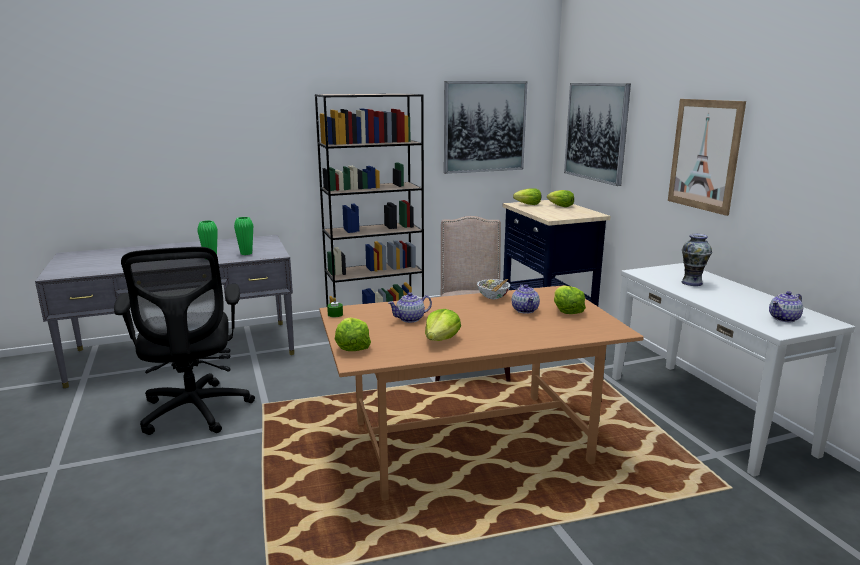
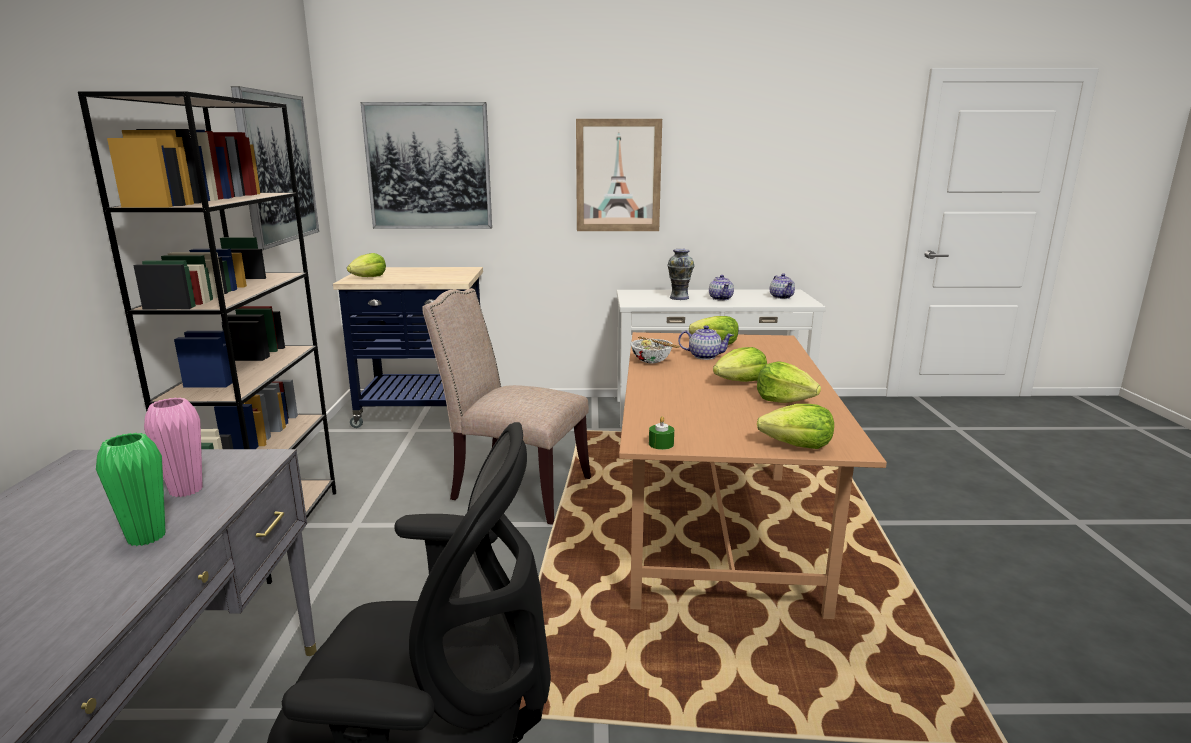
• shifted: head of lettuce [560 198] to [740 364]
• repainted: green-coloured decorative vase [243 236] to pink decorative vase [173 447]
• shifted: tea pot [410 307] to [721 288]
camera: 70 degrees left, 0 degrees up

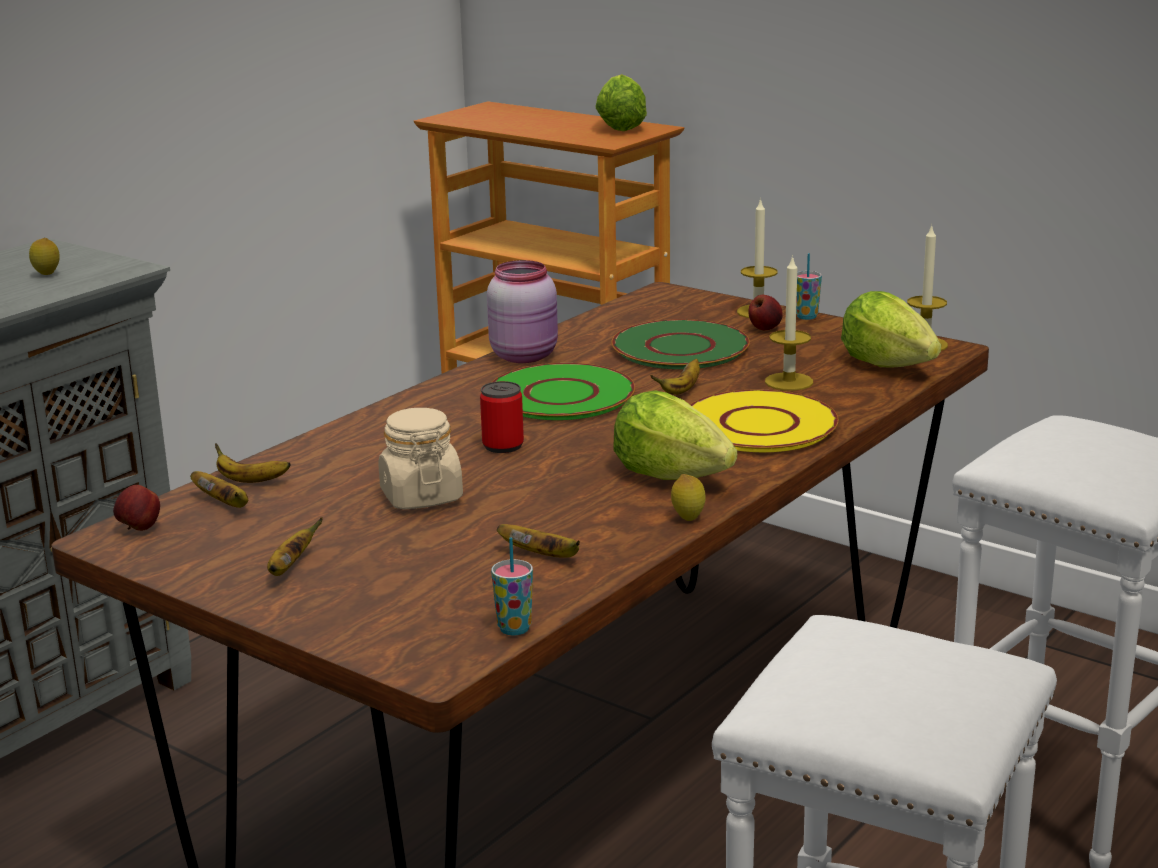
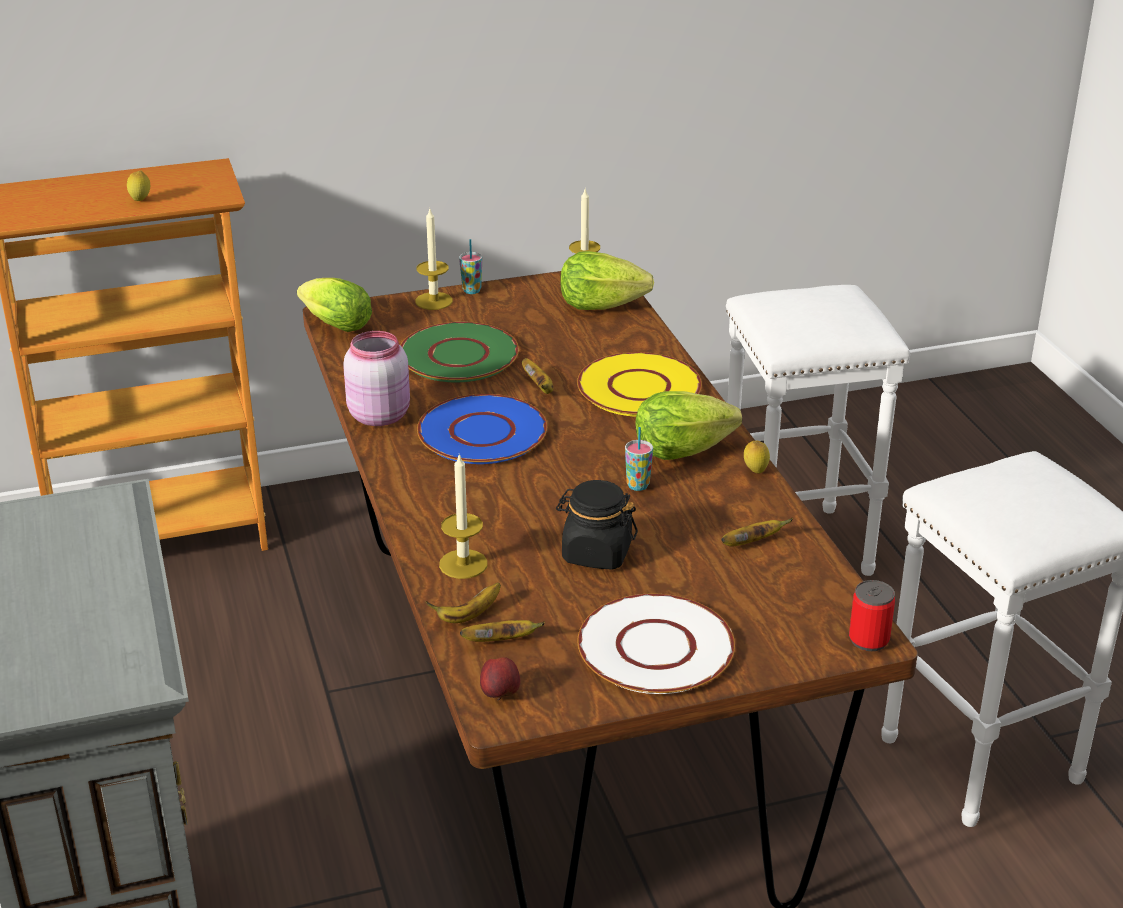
• shifted: head of lettuce [621 102] to [334 305]
• shifted: citrus fruit [44 256] to [138 185]
• shifted: wax light [789 323] to [463 516]
• gone: apple fruit [765 312]
• repainted: green-coloured dinner plate [563 391] to bluish dinner plate [482 429]
• shifted: can [502 417] to [872 615]
• repainted: sand-coloured storage jar [420 459] to black-coloured storage jar [597 525]
• swapped: whole banana [295 546] to white dinner plate [656 644]
• shifted: small cup [512 587] to [639 459]
camera: 55 degrees left, 10 degrees up

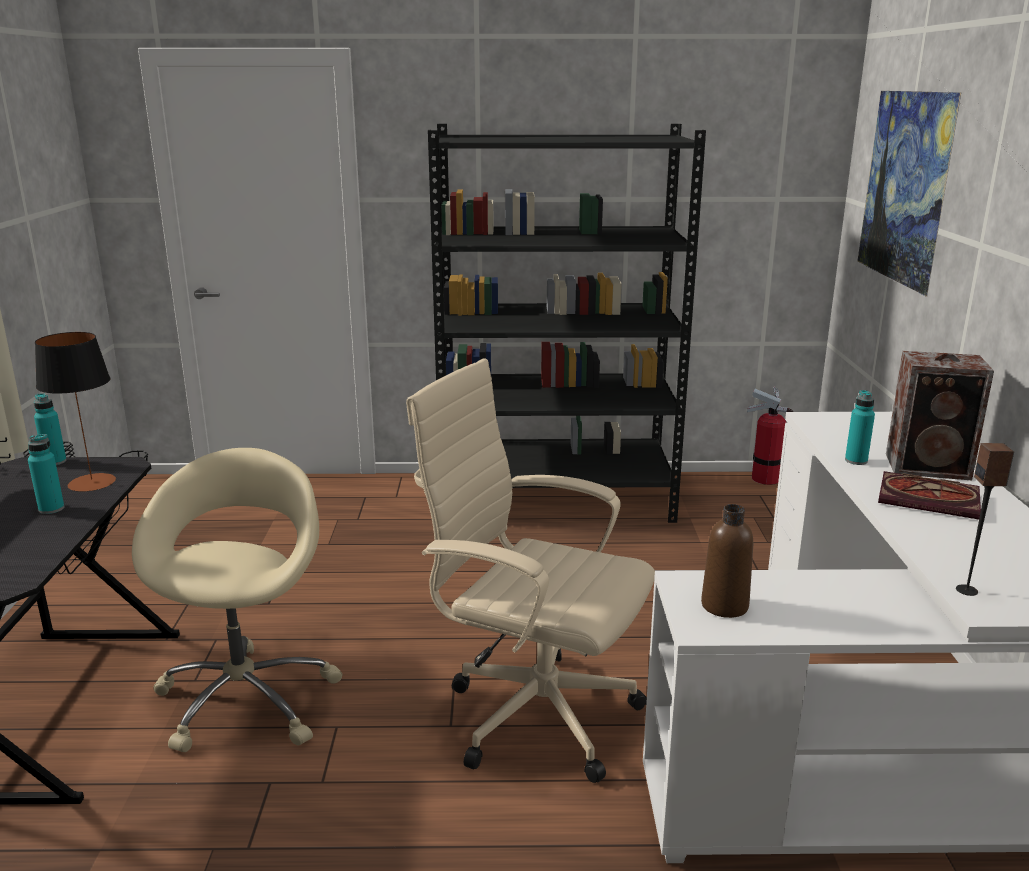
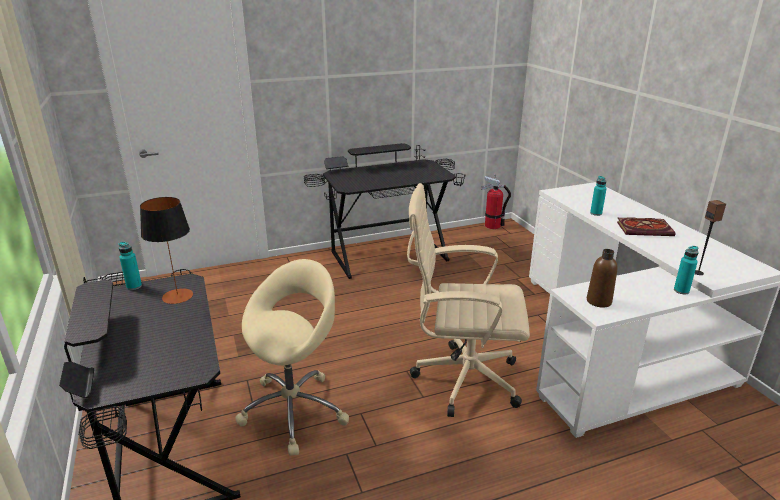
• gone: wall art [909 194]
• swapped: black-coloured shelving unit [567 323] to black-coloured desk table [385 211]
• gone: loudspeaker [940 415]
• shifted: turquoise-coloured beverage bottle [46 474] to [686 270]
• rotated: sand-coloured office chair [237 600] = [292 357] 60 degrees clockwise
camera: 20 degrees left, 5 degrees up

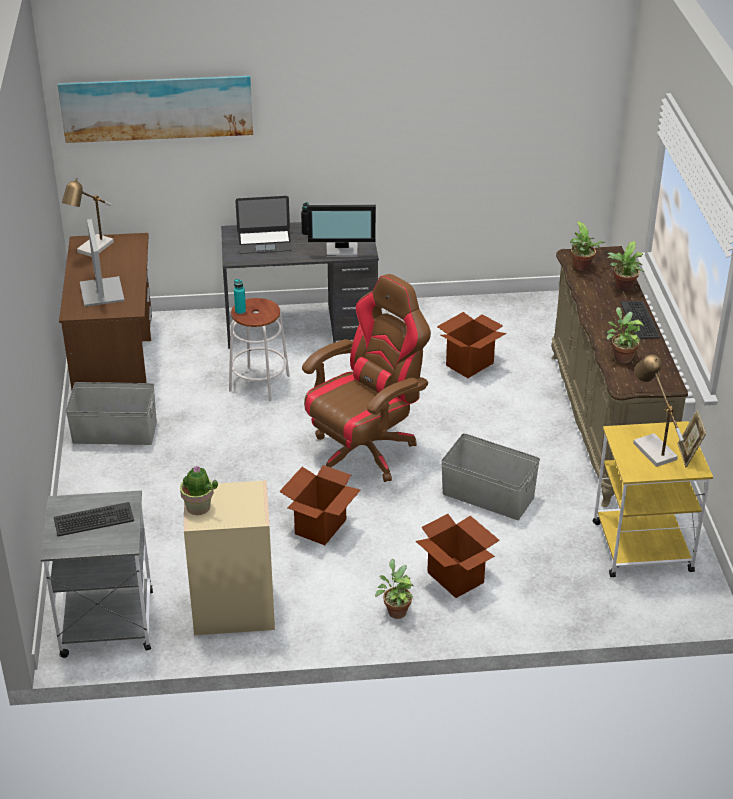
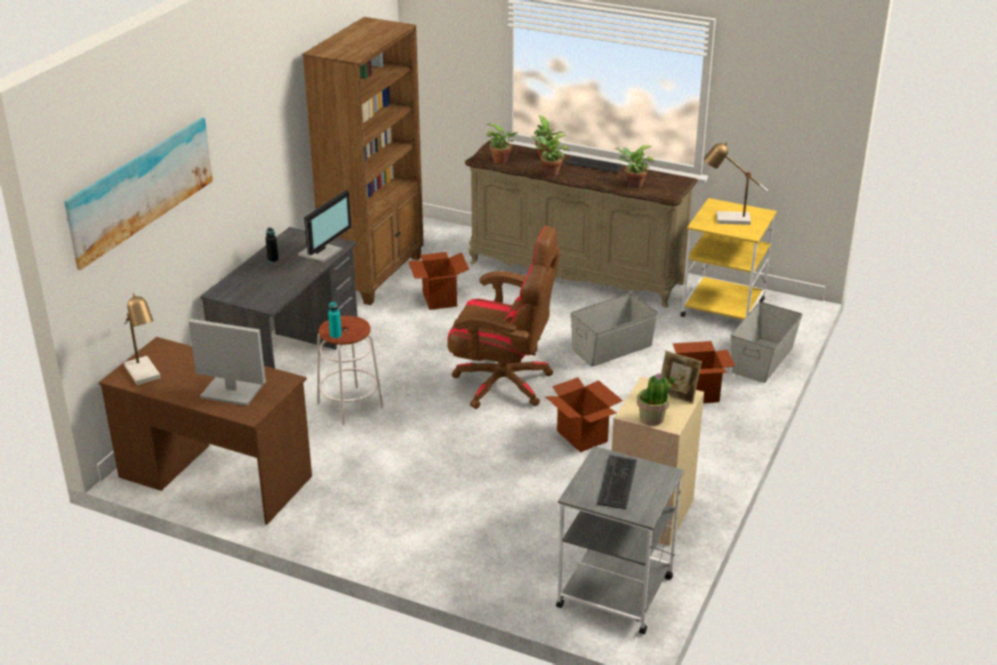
• gone: portable computer [264 225]
• rotated: brown office chair [366 378] = [503 317] 120 degrees clockwise
• shifted: gray storage container [111 413] to [766 342]
• shifted: picture frame [692 438] to [681 377]
• shifted: potted plant [394 589] to [550 155]
• new: brown shelving unit [363 161]
camera: 60 degrees left, 5 degrees down

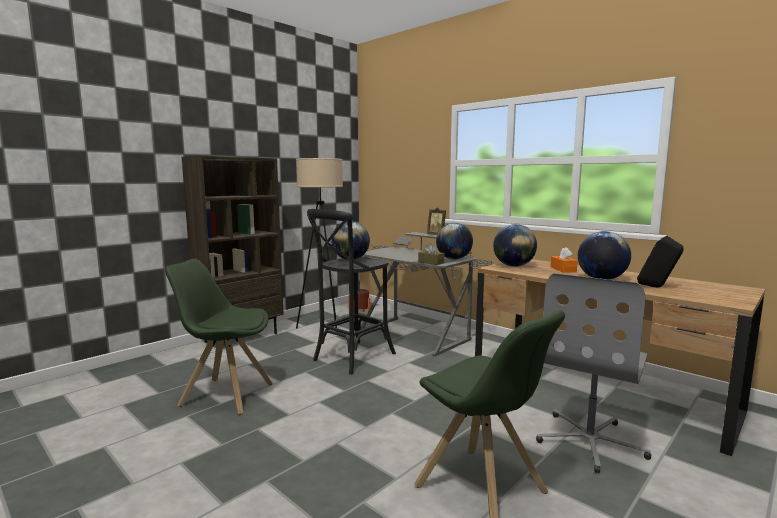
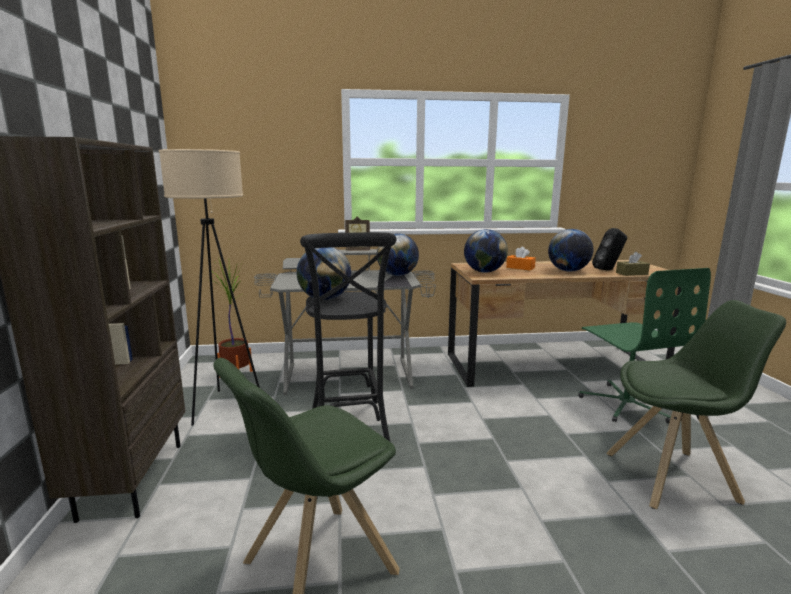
• shifted: brown tissue holder [431 254] to [633 264]
• repainted: gray office chair [593 373] to green-coloured office chair [644 346]
camera: 50 degrees left, 5 degrees up

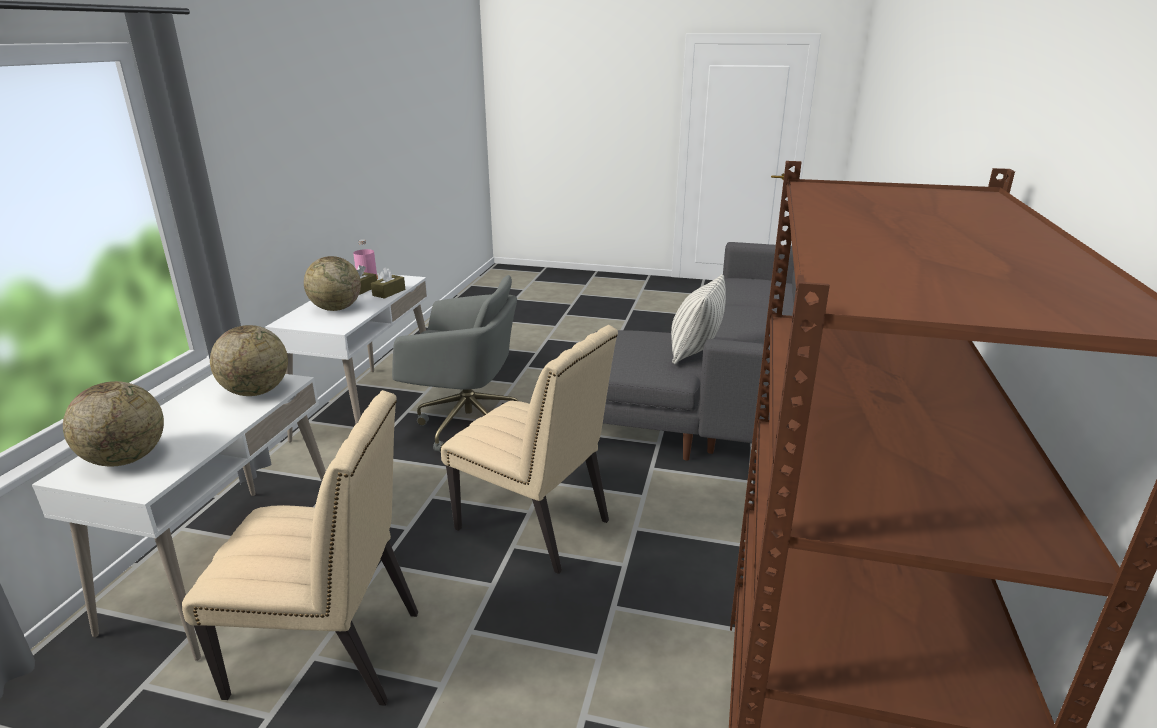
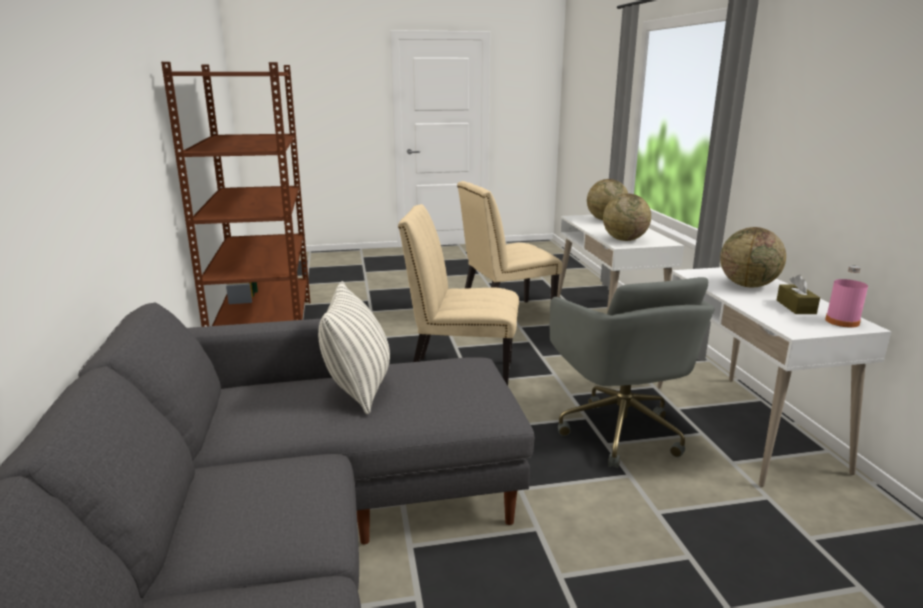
• gone: brown tissue holder [388 283]
• rotated: gray office chair [455 364] = [632 372] 90 degrees counterclockwise
camera: 155 degrees right, 5 degrees down

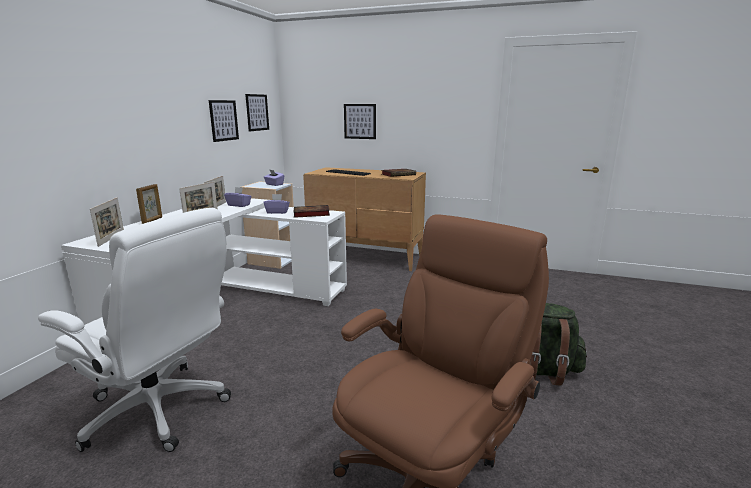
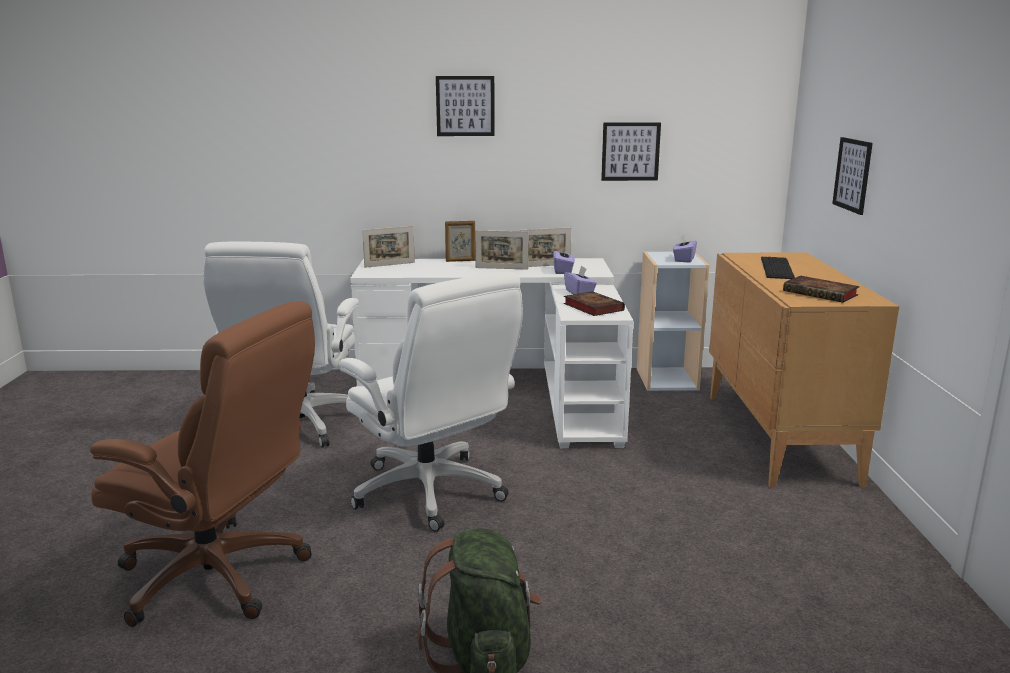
• shifted: wall art [257 113] to [465 106]
• new: white office chair [431 402]
camera: 70 degrees right, 0 degrees up

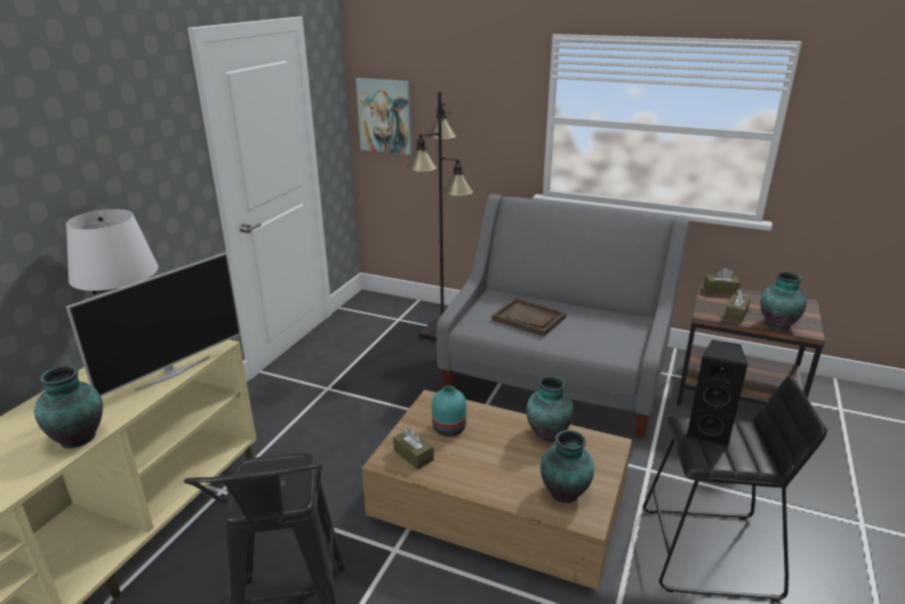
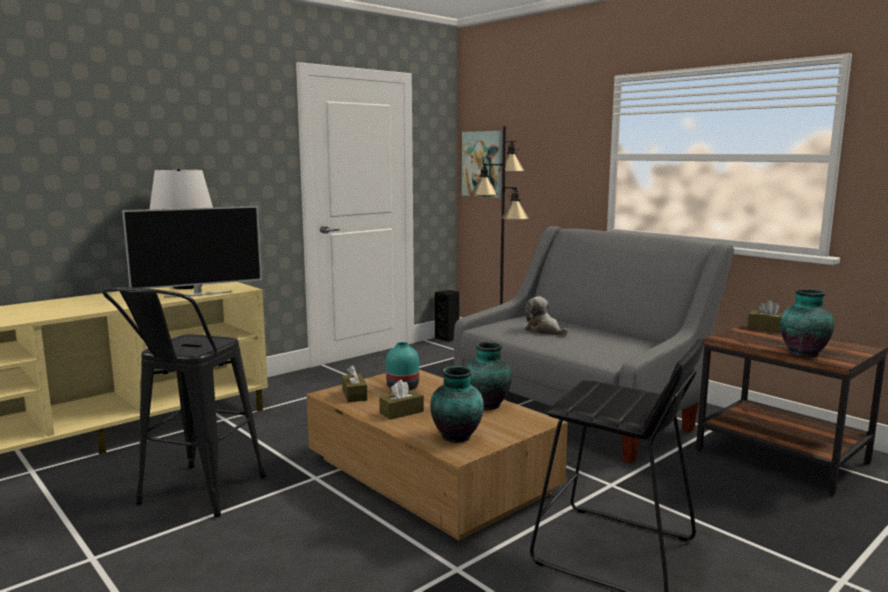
• shifted: brown tissue holder [737 306] to [401 400]
• swapped: brown serving tray [529 317] to soft toy [546 315]
• shifted: black-coloured loudspeaker [717 394] to [447 316]
• gone: decorative vase [68 407]
camera: 25 degrees right, 15 degrees down

